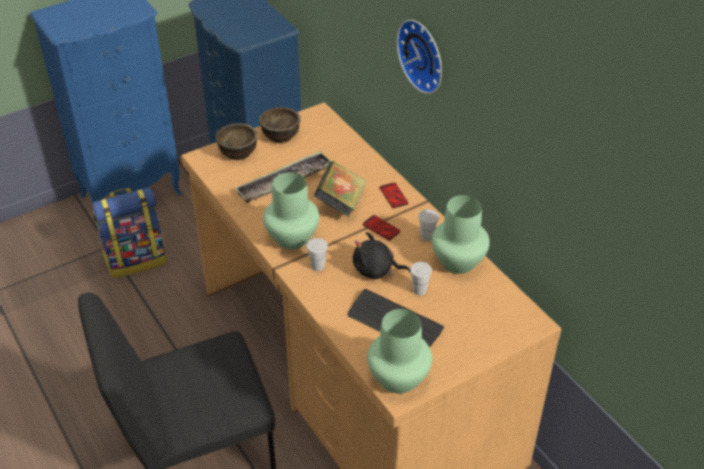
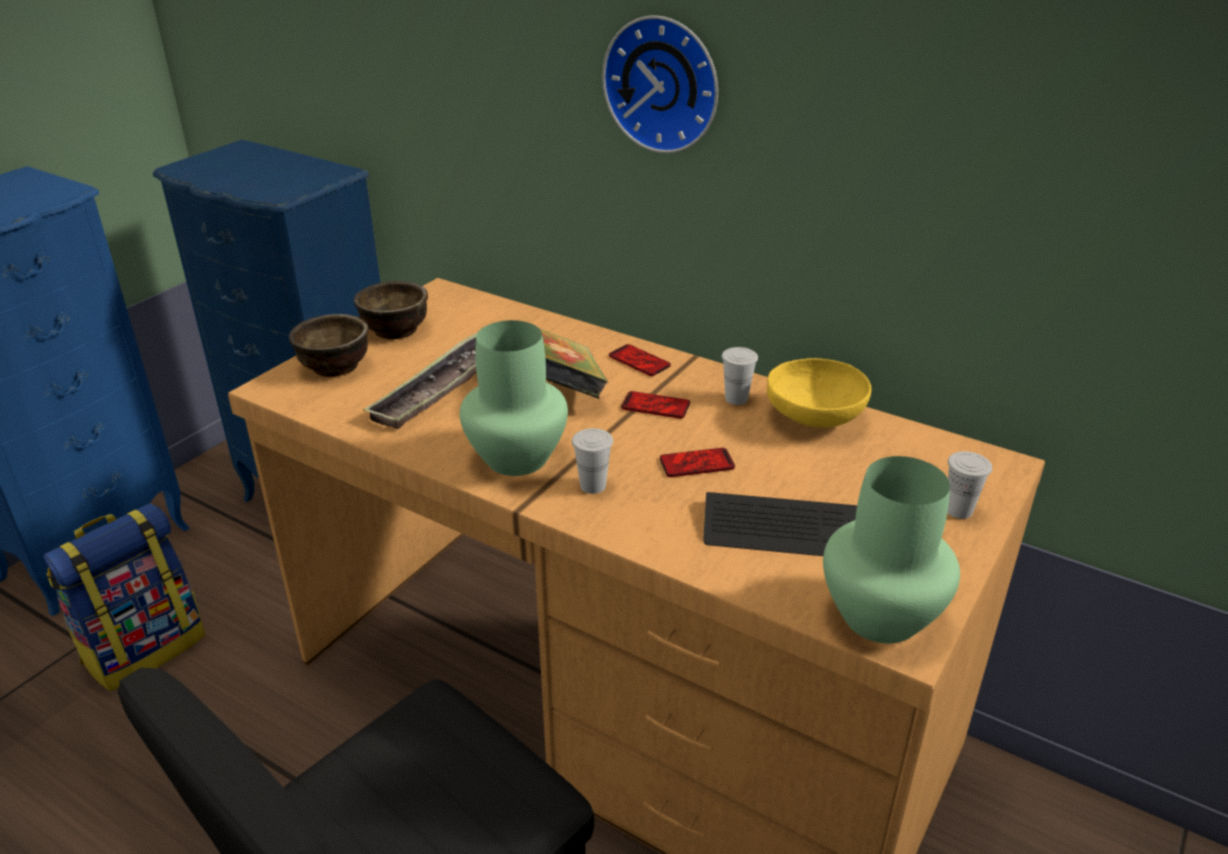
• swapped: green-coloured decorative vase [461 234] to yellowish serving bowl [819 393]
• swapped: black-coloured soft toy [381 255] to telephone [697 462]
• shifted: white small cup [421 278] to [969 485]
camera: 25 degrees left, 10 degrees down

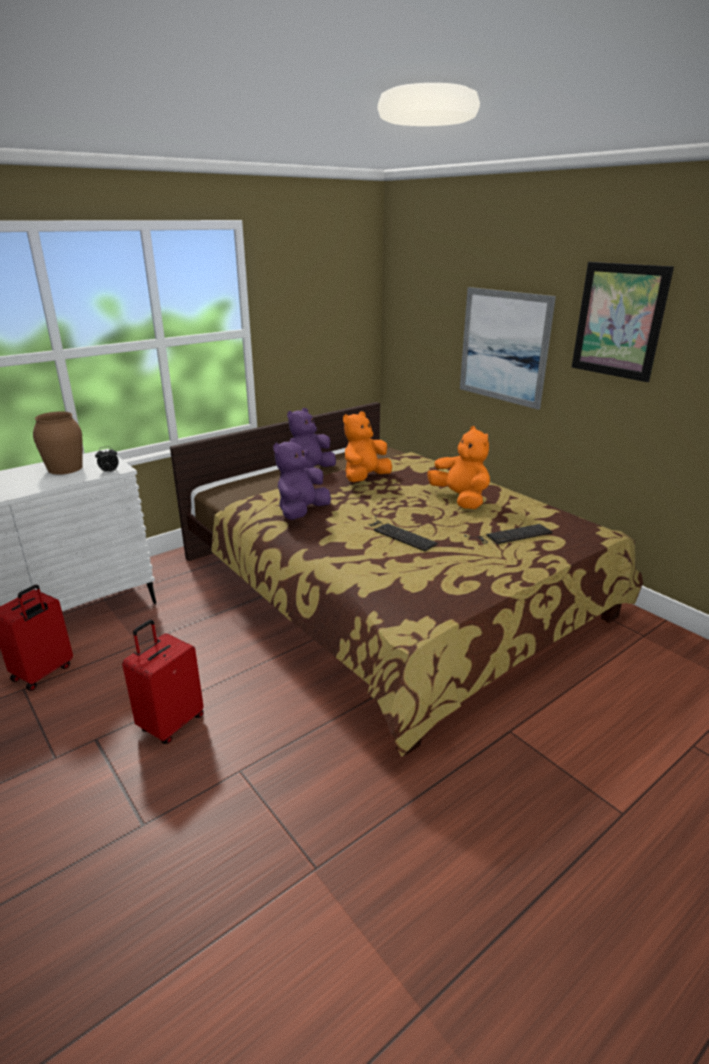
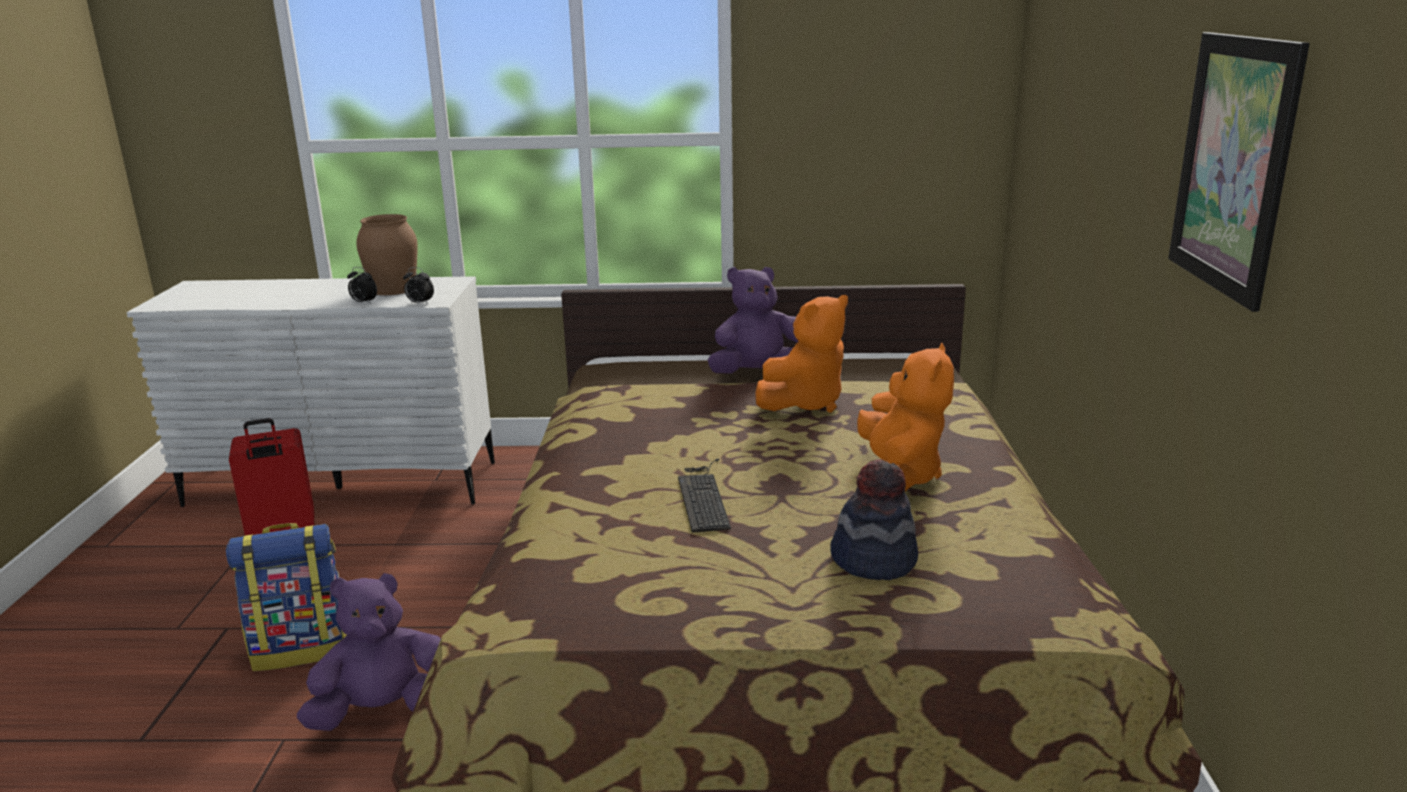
• gone: wall art [508 348]
• rotated: orange soft toy [367 446] = [801 353] 150 degrees clockwise
• shifted: purplish soft toy [302 479] to [369 652]
• swapped: computer keyboard [508 534] to wearable hat [874 519]
• swapped: red suitcase [163 682] to backpack [286 597]
• new: alarm clock [362 285]
camera: 40 degrees right, 5 degrees down

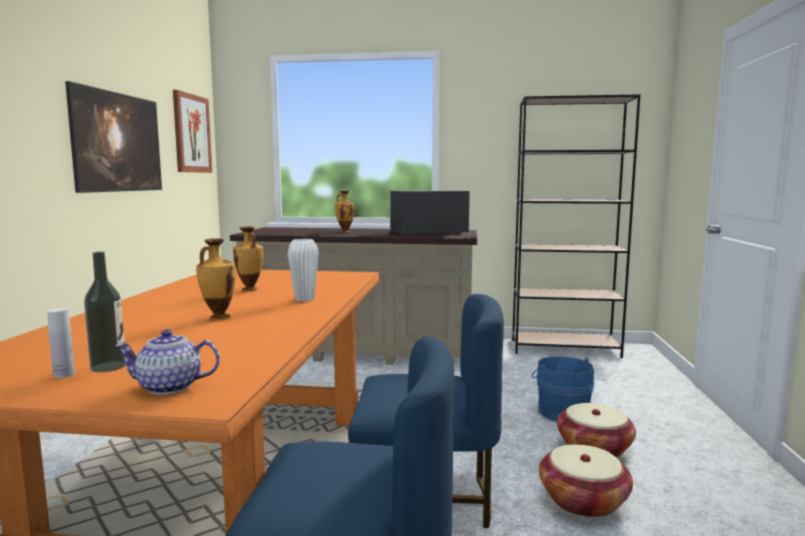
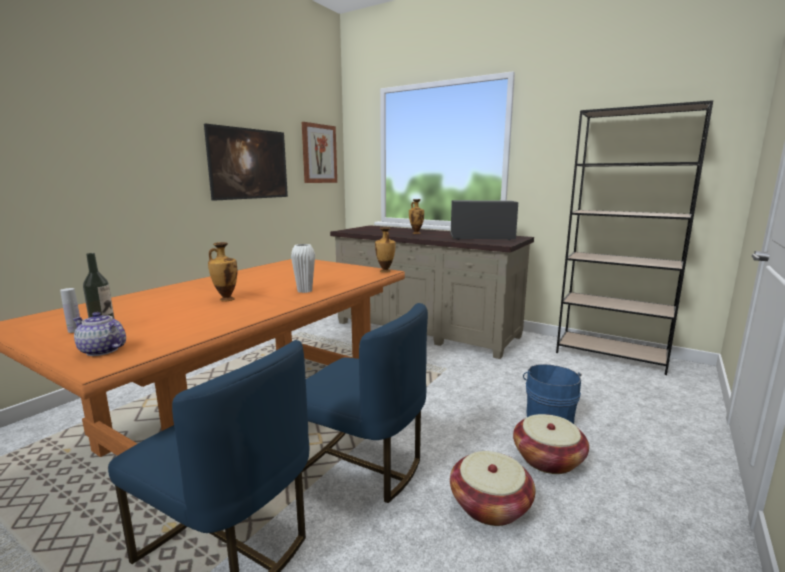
• shifted: decorative vase [248 258] to [385 250]
camera: 25 degrees right, 5 degrees up

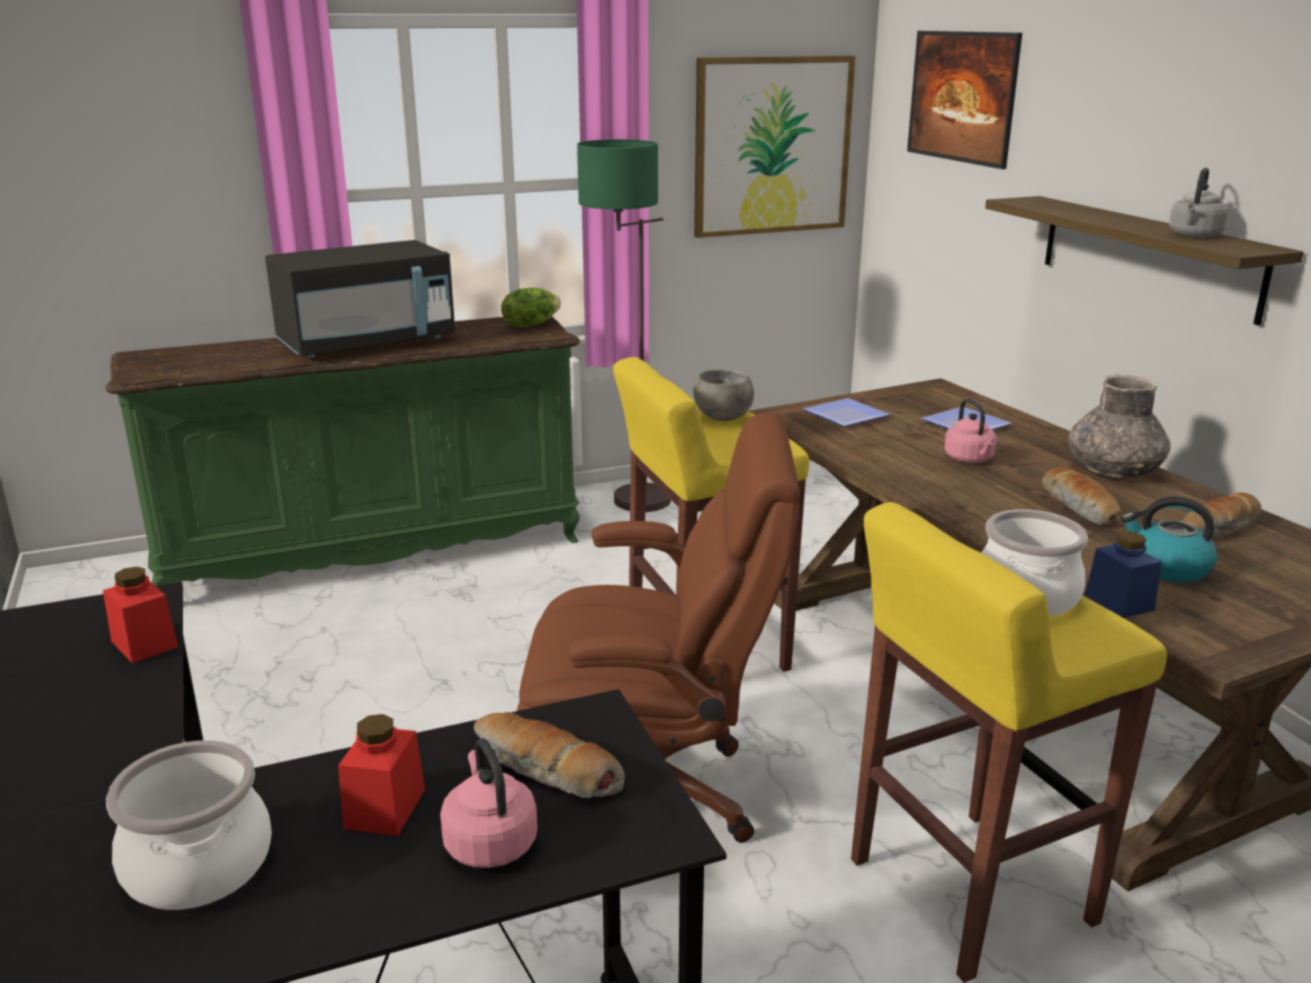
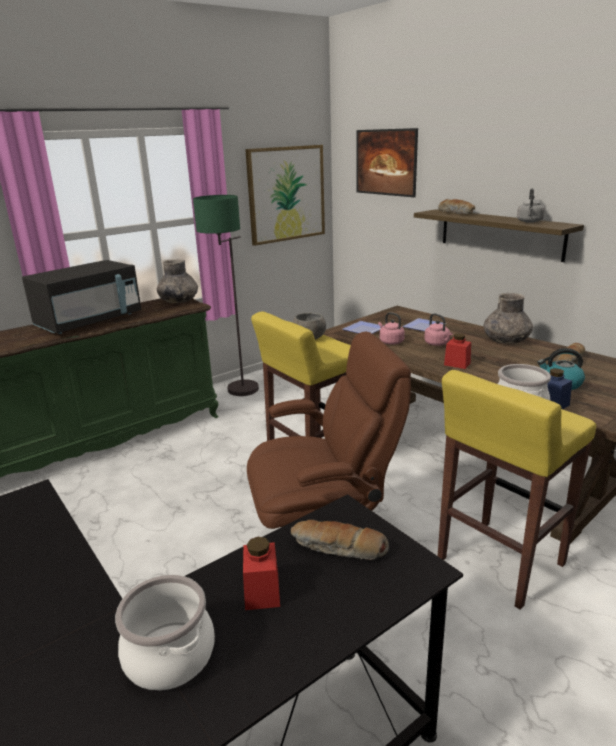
• swapped: head of lettuce [531 307] to gray decorative vase [177 281]
• shifted: baked bread [1082 496] to [456 207]
• shifted: red storage jar [140 615] to [457 351]
• shifted: pink tea kettle [489 803] to [391 328]
camera: 15 degrees left, 0 degrees up

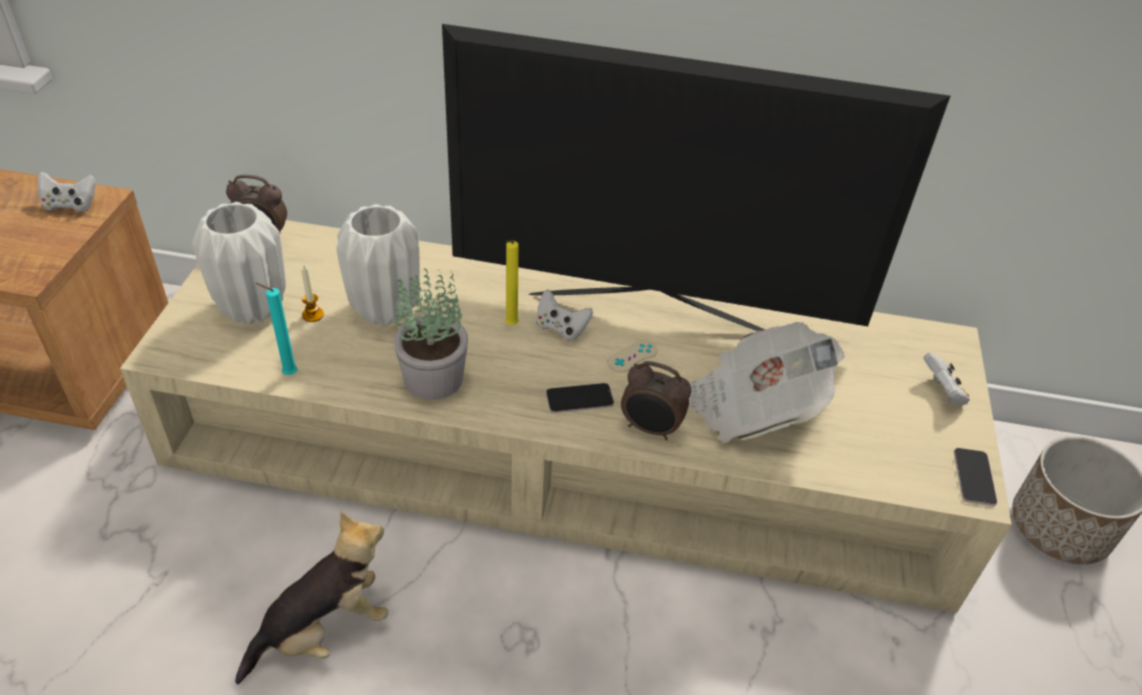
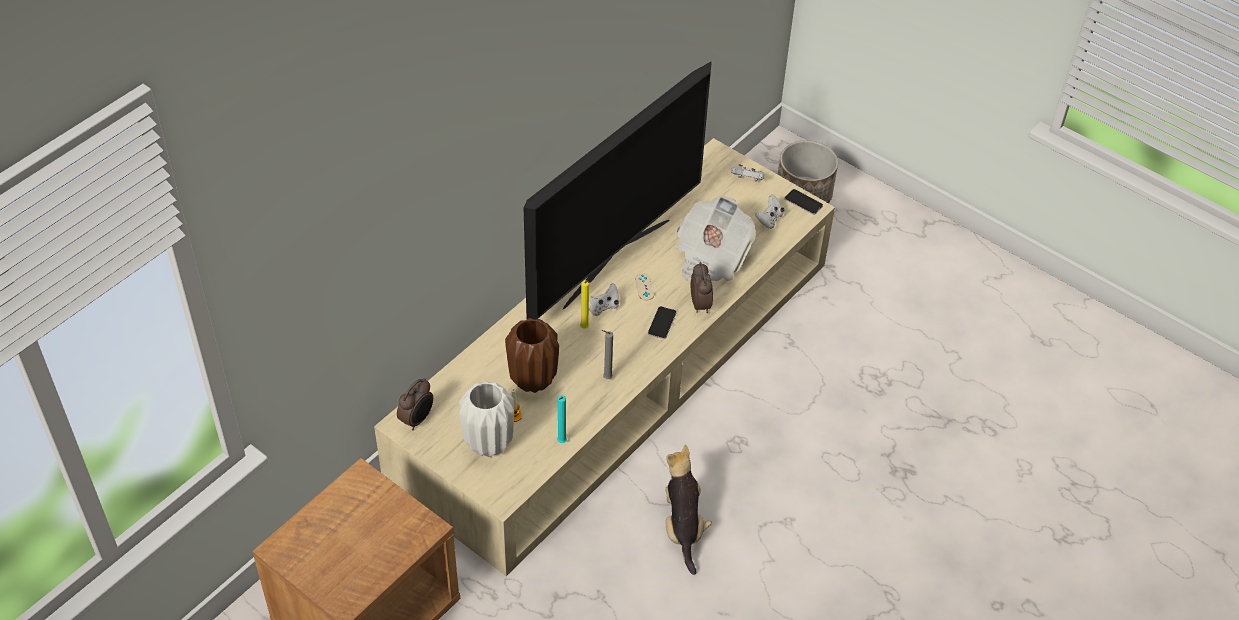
• shifted: white joypad [66 192] to [769 211]
• repainted: white decorative vase [378 265] to brown decorative vase [532 355]
• swapped: potted plant [431 334] to gray wax light [607 354]
• rotated: alarm clock [656 400] = [702 287] 60 degrees counterclockwise
camera: 60 degrees left, 5 degrees up

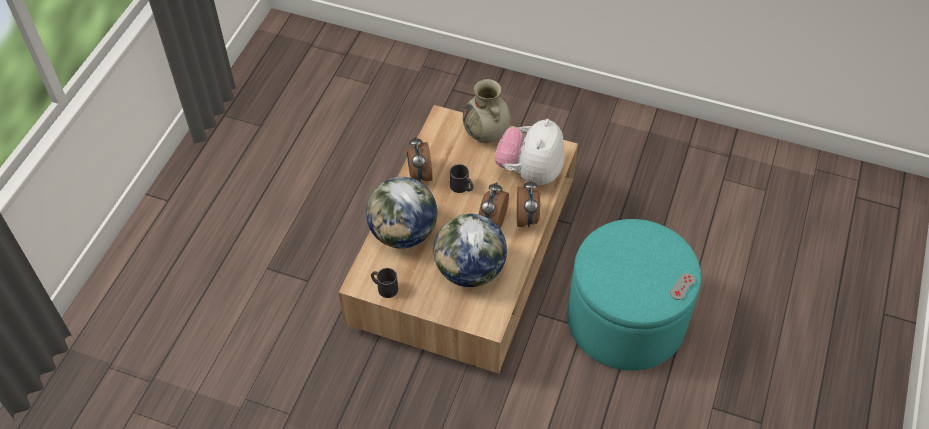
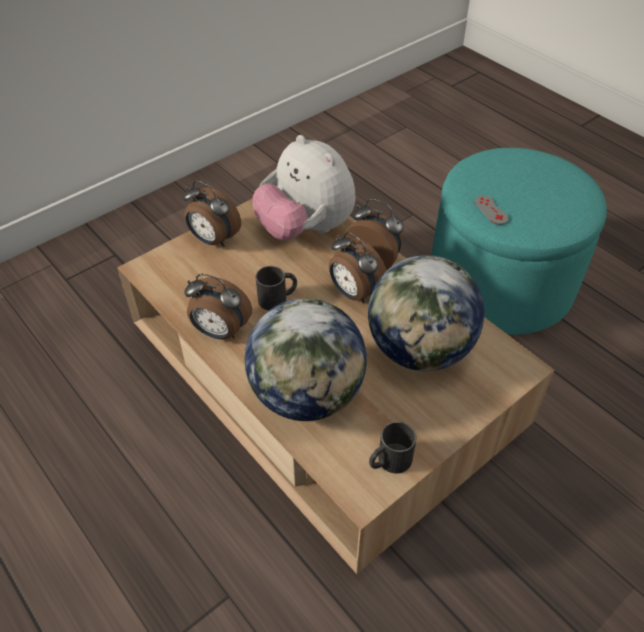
• swapped: sand-coloured decorative vase [487 111] to alarm clock [212 213]
• shifted: gray joypad [682 286] to [491 210]
camera: 60 degrees left, 5 degrees down

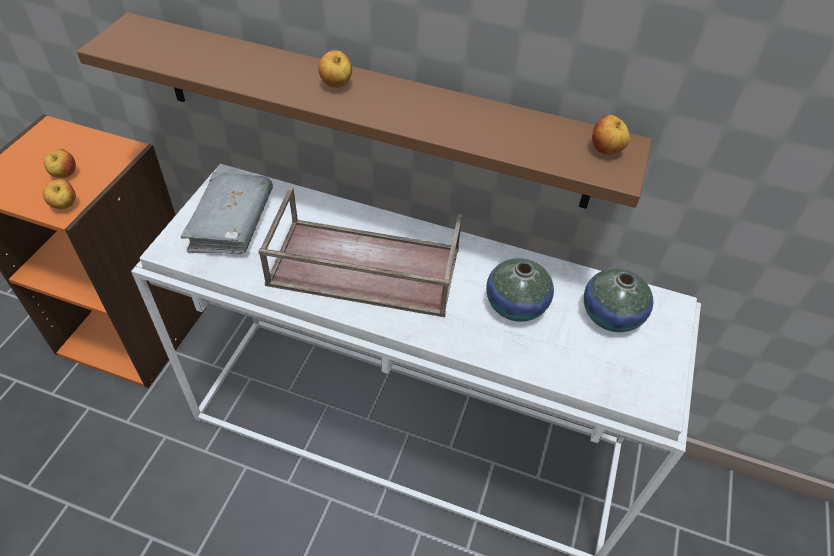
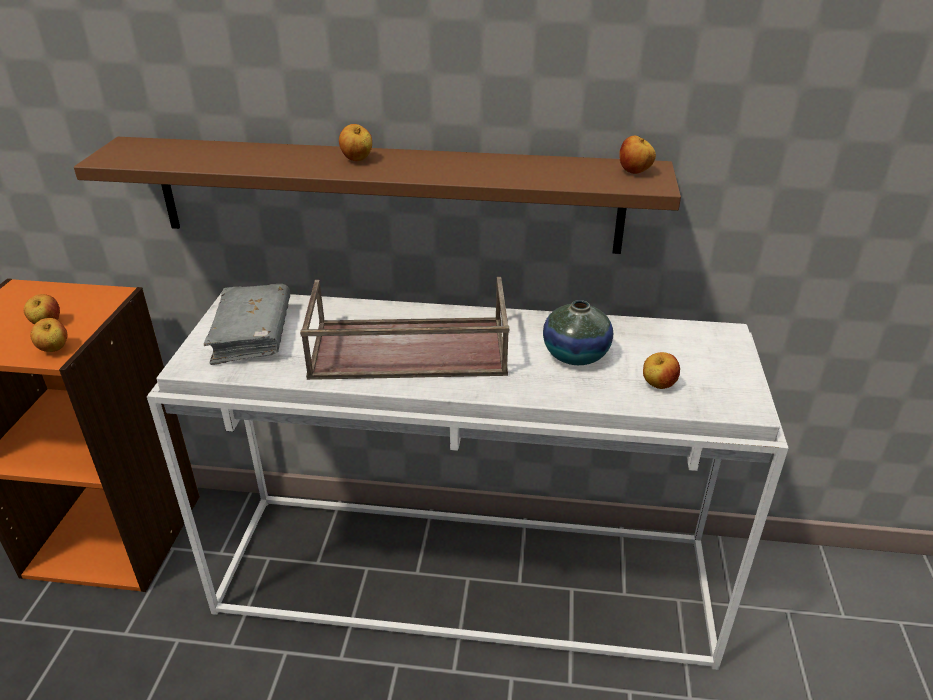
• gone: decorative vase [618 300]
• new: apple fruit [661 370]
camera: 10 degrees left, 15 degrees down

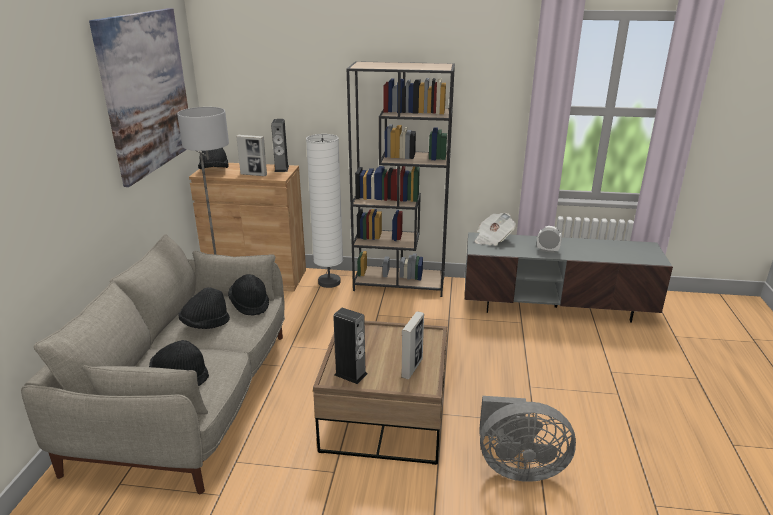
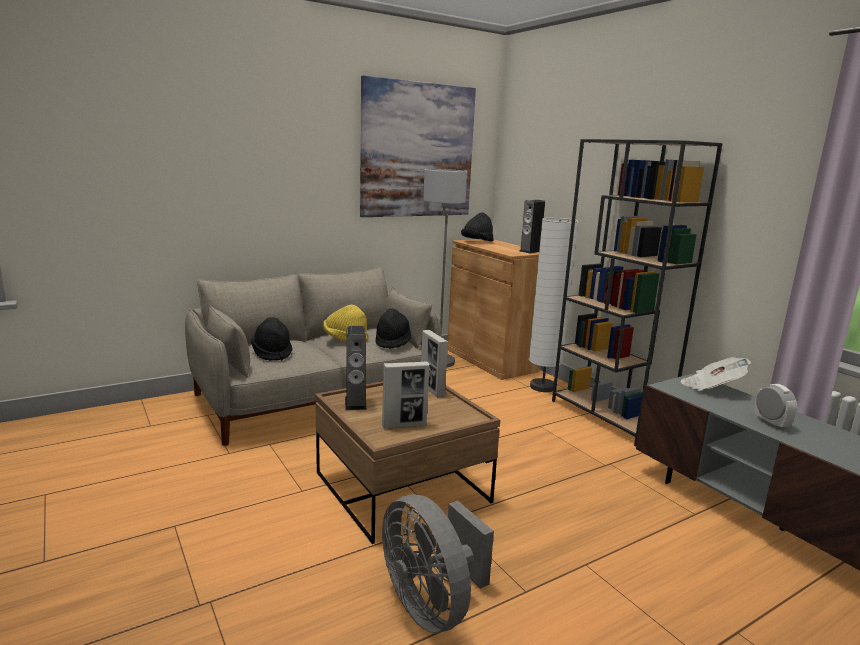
• shifted: picture frame [251 155] to [434 363]
• repainted: black-coloured wearable hat [204 308] to yellowish wearable hat [346 323]
camera: 50 degrees right, 10 degrees down

